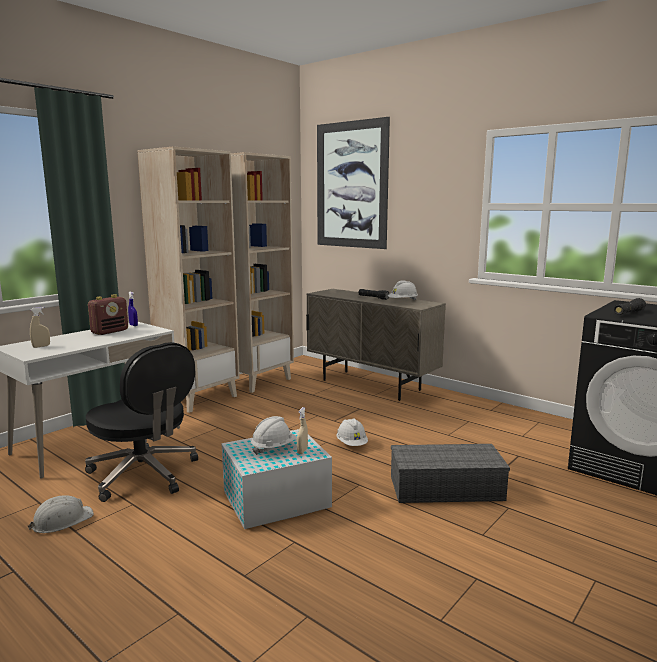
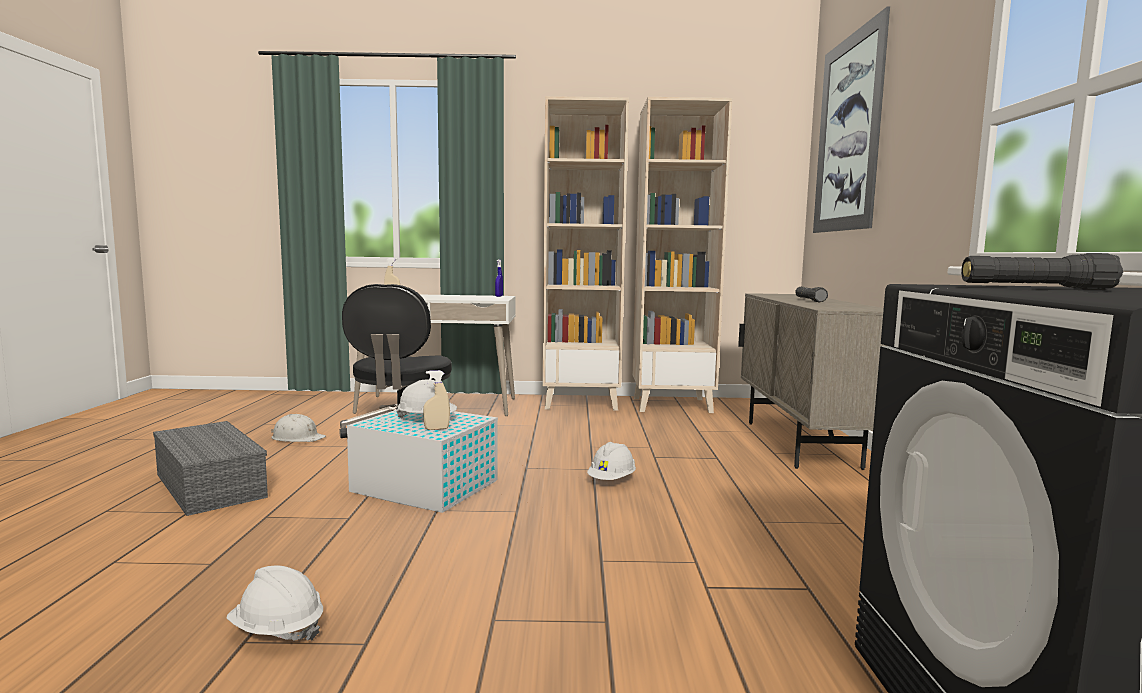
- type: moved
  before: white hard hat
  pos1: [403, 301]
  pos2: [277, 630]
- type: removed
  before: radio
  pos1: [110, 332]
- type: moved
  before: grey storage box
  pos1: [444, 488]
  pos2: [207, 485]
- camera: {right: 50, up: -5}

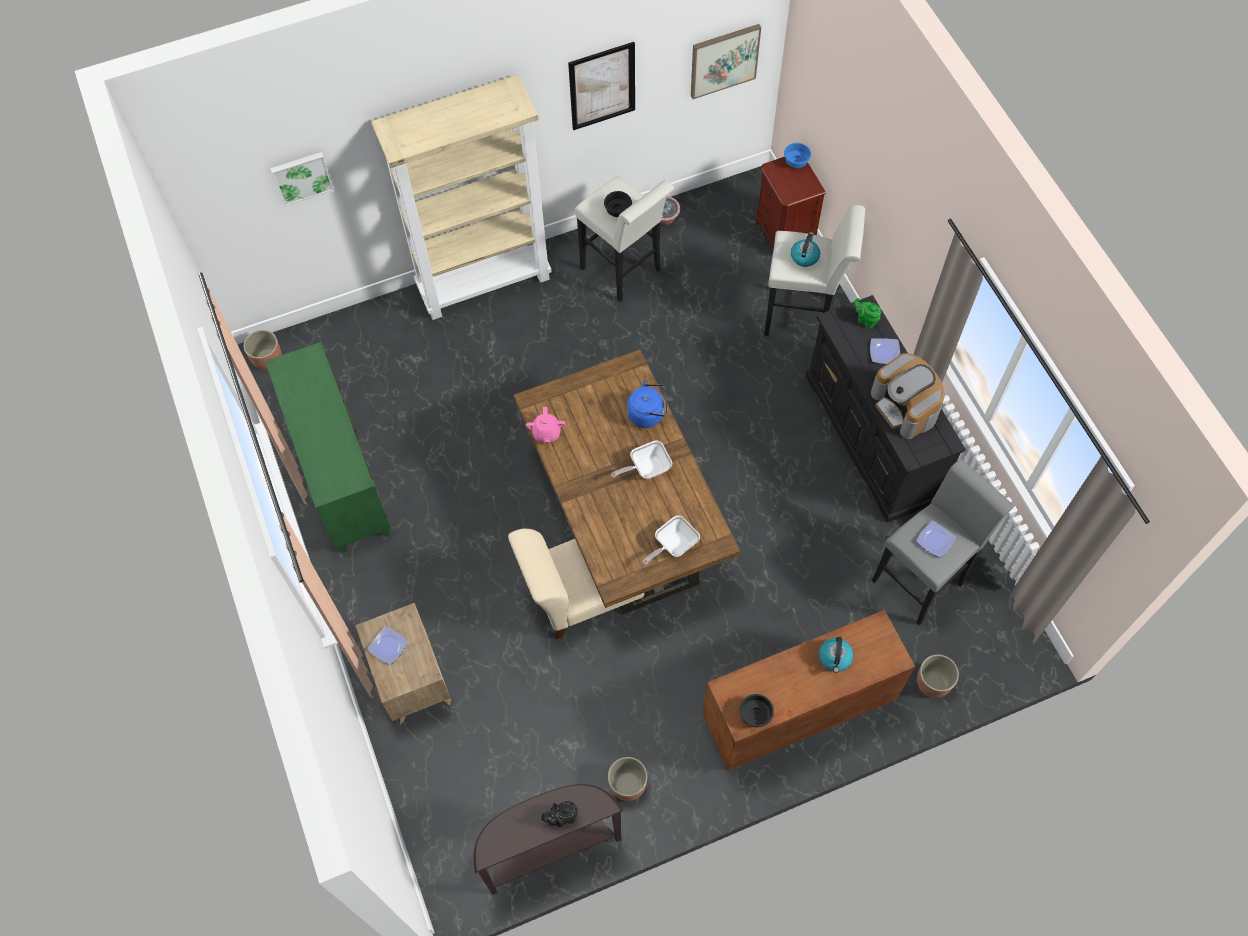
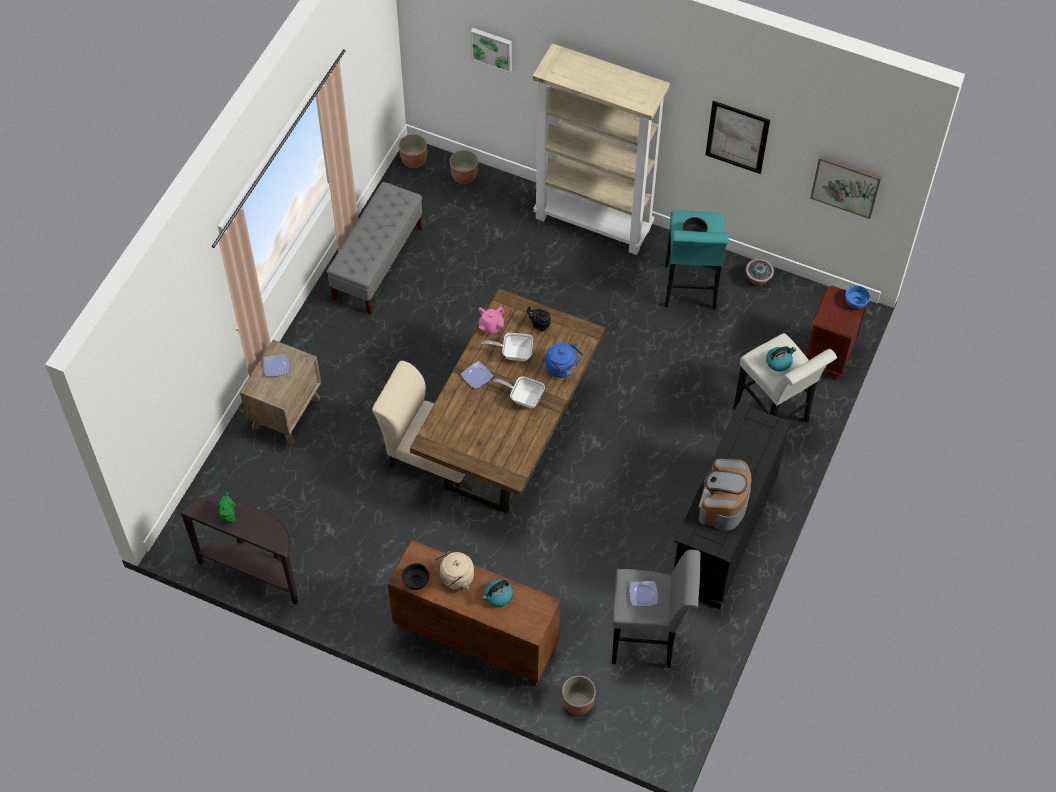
- type: recoloured
  before: white stool
  after: turquoise stool
  pos1: [624, 272]
  pos2: [690, 291]
- type: moved
  before: green teapot
  pos1: [865, 320]
  pos2: [228, 515]
- type: moved
  before: plate
  pos1: [884, 353]
  pos2: [476, 376]
- type: replaced
  before: green cabinet
  after: grey bench
  pos1: [340, 475]
  pos2: [378, 263]
- type: moved
  before: frying pan
  pos1: [673, 546]
  pos2: [513, 353]
- type: moved
  before: planter
  pos1: [627, 785]
  pos2: [464, 176]
- type: moved
  before: black teapot
  pos1: [562, 817]
  pos2: [539, 324]
- type: added
  after: beige kettle
  pos2: [455, 578]
- camera: {right: 45, up: -5}

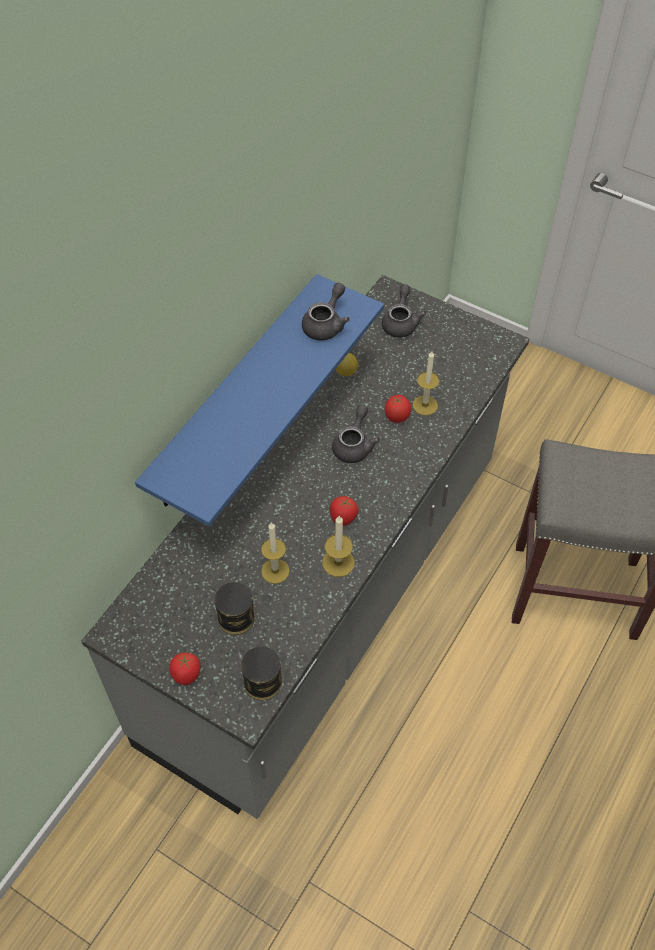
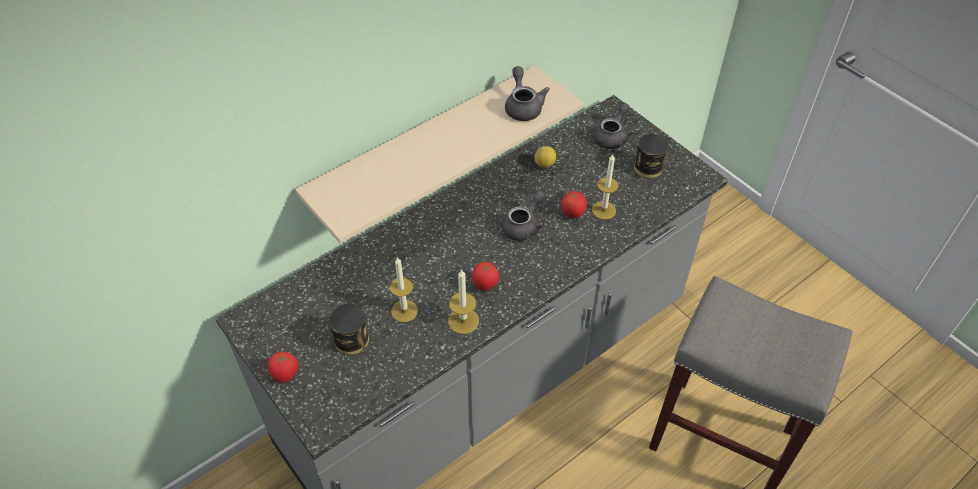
- type: recoloured
  before: blue shelf
  after: beige shelf
  pos1: [235, 394]
  pos2: [425, 148]
- type: turned
  before: grey teapot
  pos1: [326, 324]
  pos2: [523, 106]
  turn: -60
- type: moved
  before: can
  pos1: [262, 682]
  pos2: [648, 167]
- camera: {right: 20, up: -5}

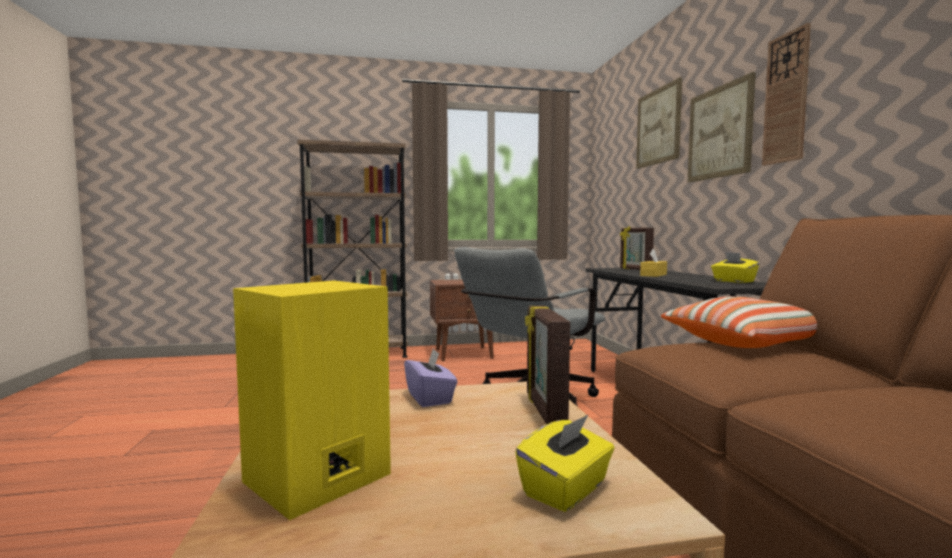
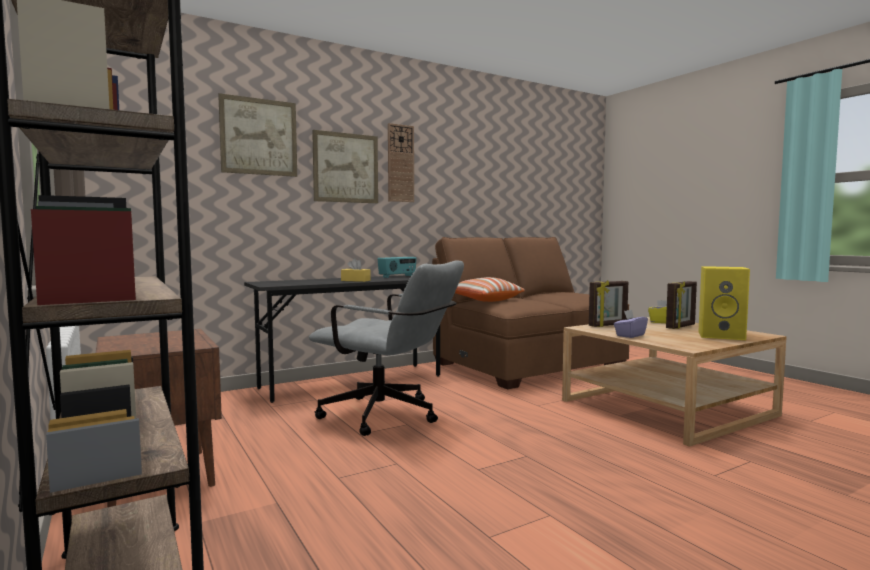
- type: moved
  before: picture frame
  pos1: [635, 269]
  pos2: [681, 326]
- type: replaced
  before: yellow tissue box
  after: radio
  pos1: [733, 281]
  pos2: [397, 276]
- camera: {right: -110, up: 0}

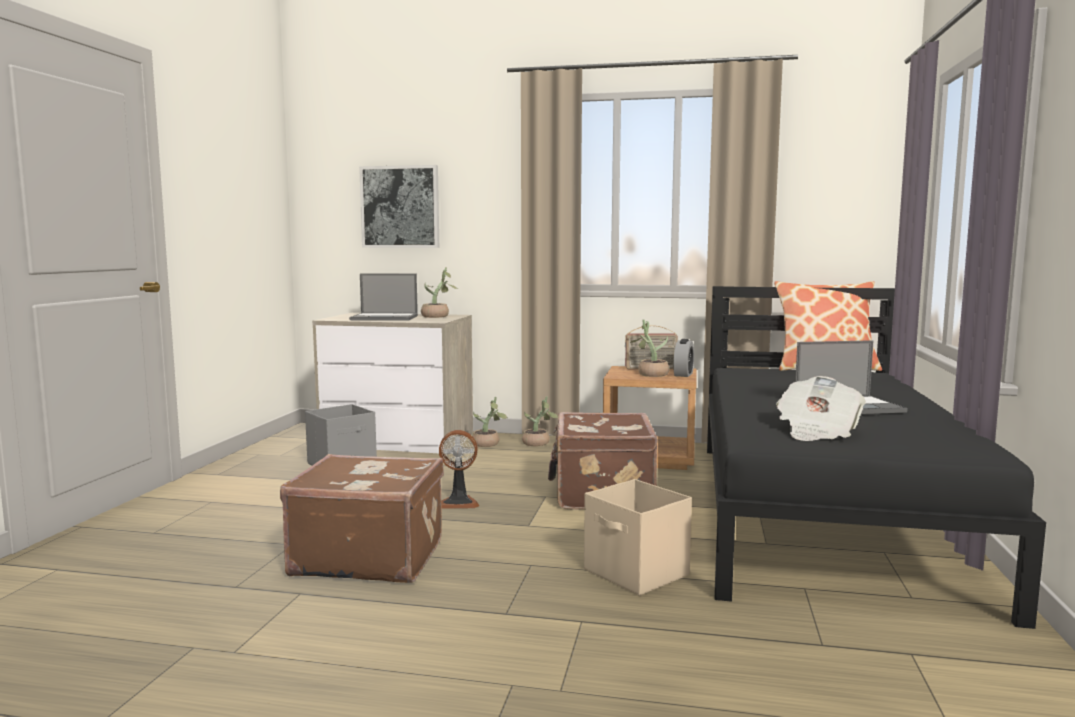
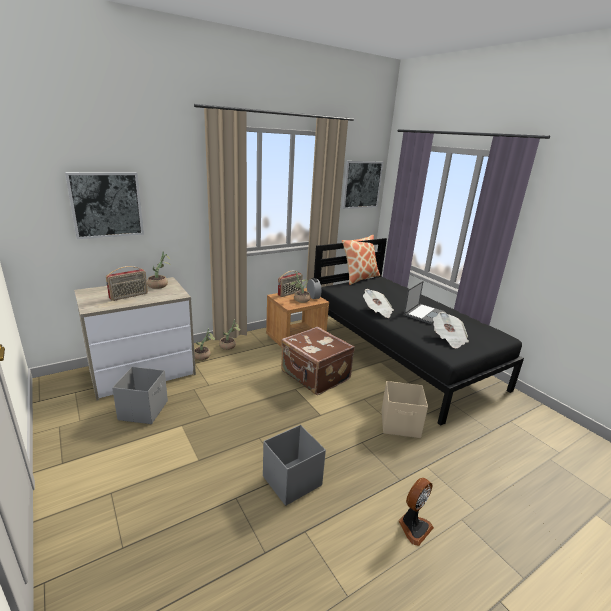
- type: replaced
  before: laptop
  after: radio
  pos1: [385, 318]
  pos2: [129, 296]
- type: moved
  before: fan
  pos1: [459, 502]
  pos2: [413, 527]
- type: replaced
  before: brown suitcase
  after: grey storage box
  pos1: [369, 557]
  pos2: [291, 481]
- type: added
  after: picture
  pos2: [361, 184]
- type: added
  after: newspaper
  pos2: [377, 311]
- camera: {right: -45, up: 15}

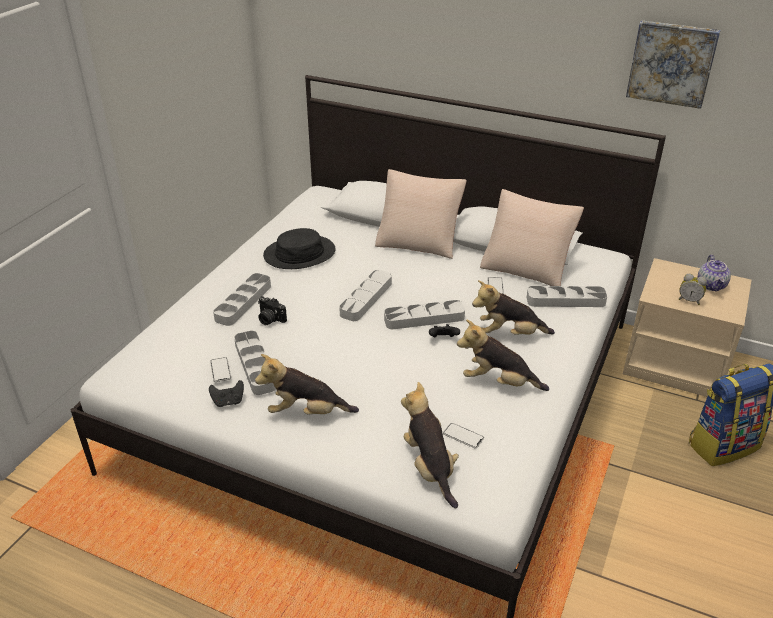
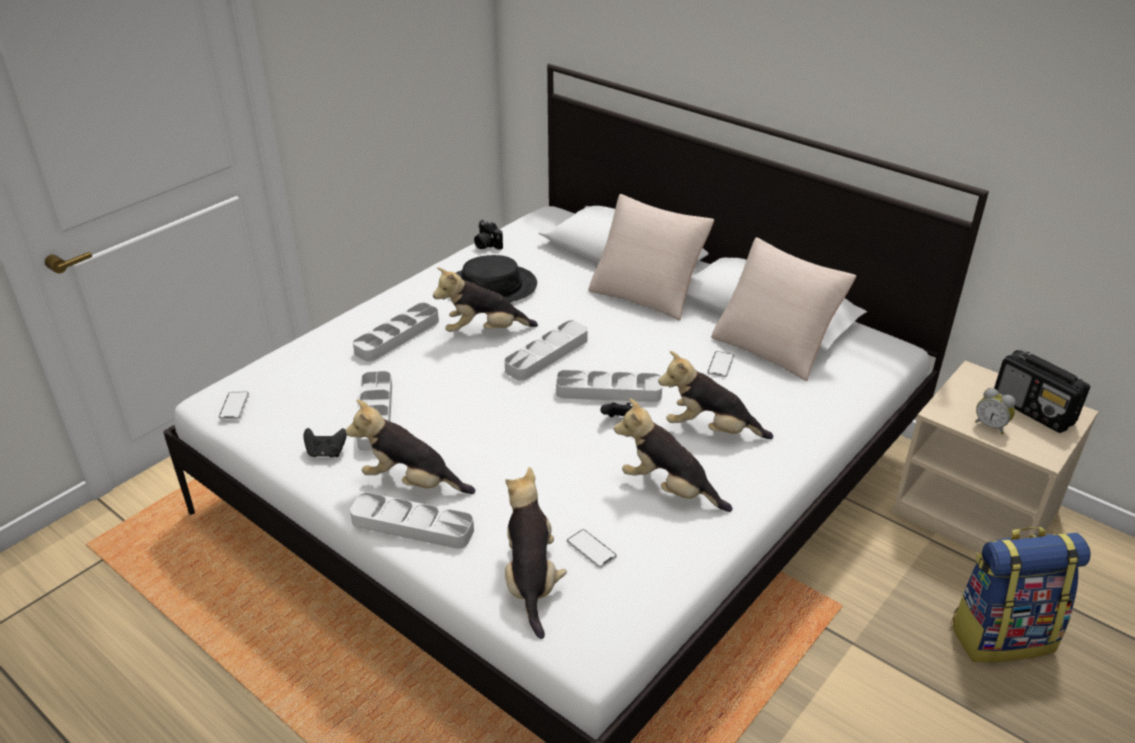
- type: removed
  before: picture
  pos1: [672, 63]
- type: replaced
  before: teapot
  after: radio
  pos1: [711, 285]
  pos2: [1033, 410]
- type: moved
  before: grey tray
  pos1: [565, 300]
  pos2: [412, 526]
- type: moved
  before: photo camera
  pos1: [270, 319]
  pos2: [486, 245]
- type: moved
  before: phone
  pos1: [220, 370]
  pos2: [234, 406]
- type: added
  after: plush toy
  pos2: [484, 331]
- camera: {right: 15, up: 0}

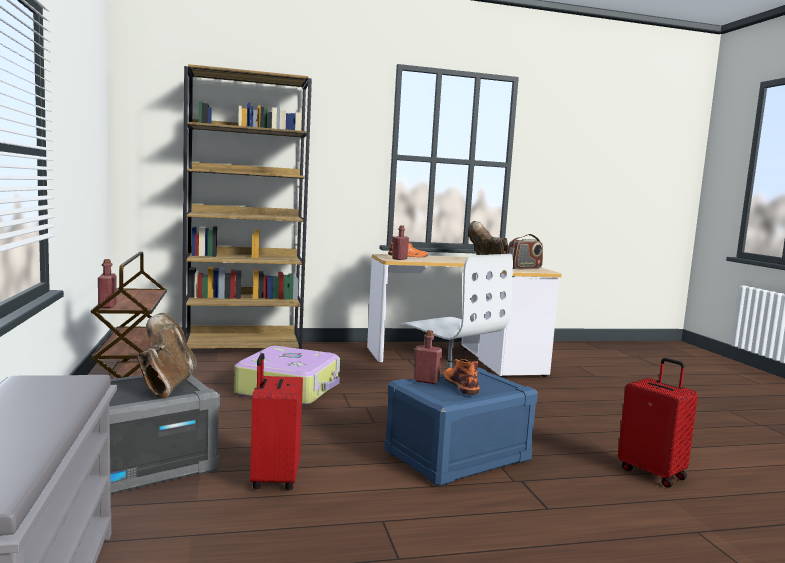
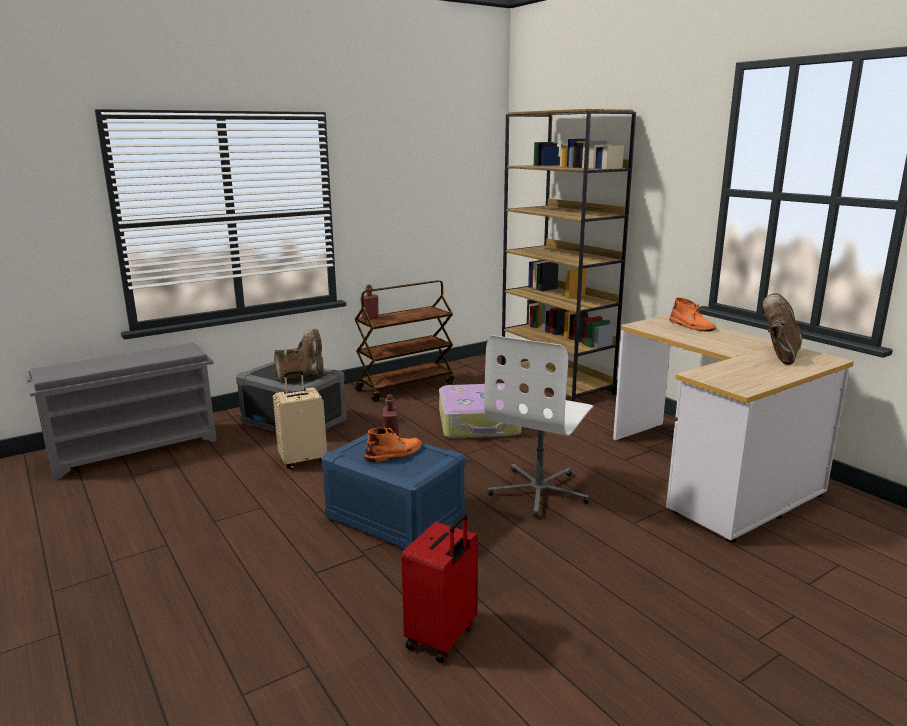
- type: removed
  before: red bottle
  pos1: [399, 259]
- type: removed
  before: radio
  pos1: [524, 268]
- type: recoloured
  before: red suitcase
  after: beige suitcase
  pos1: [273, 479]
  pos2: [303, 460]
- camera: {right: 70, up: 10}

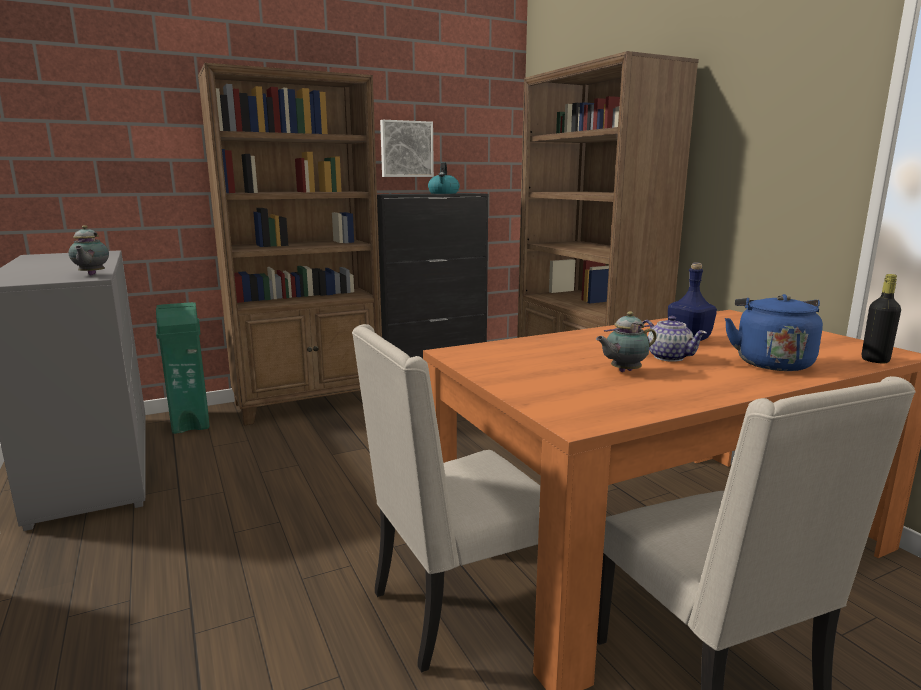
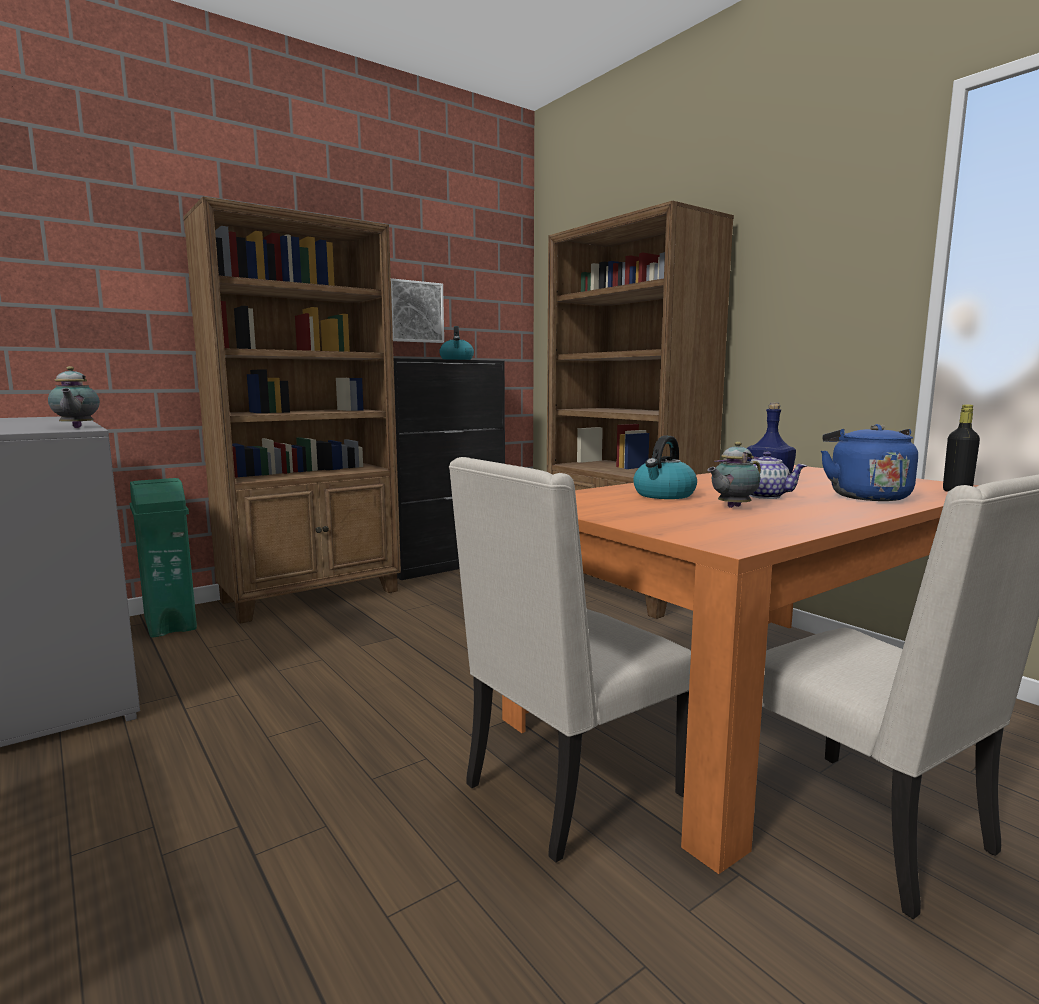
- type: added
  after: kettle
  pos2: [664, 495]
- camera: {right: -10, up: -5}

